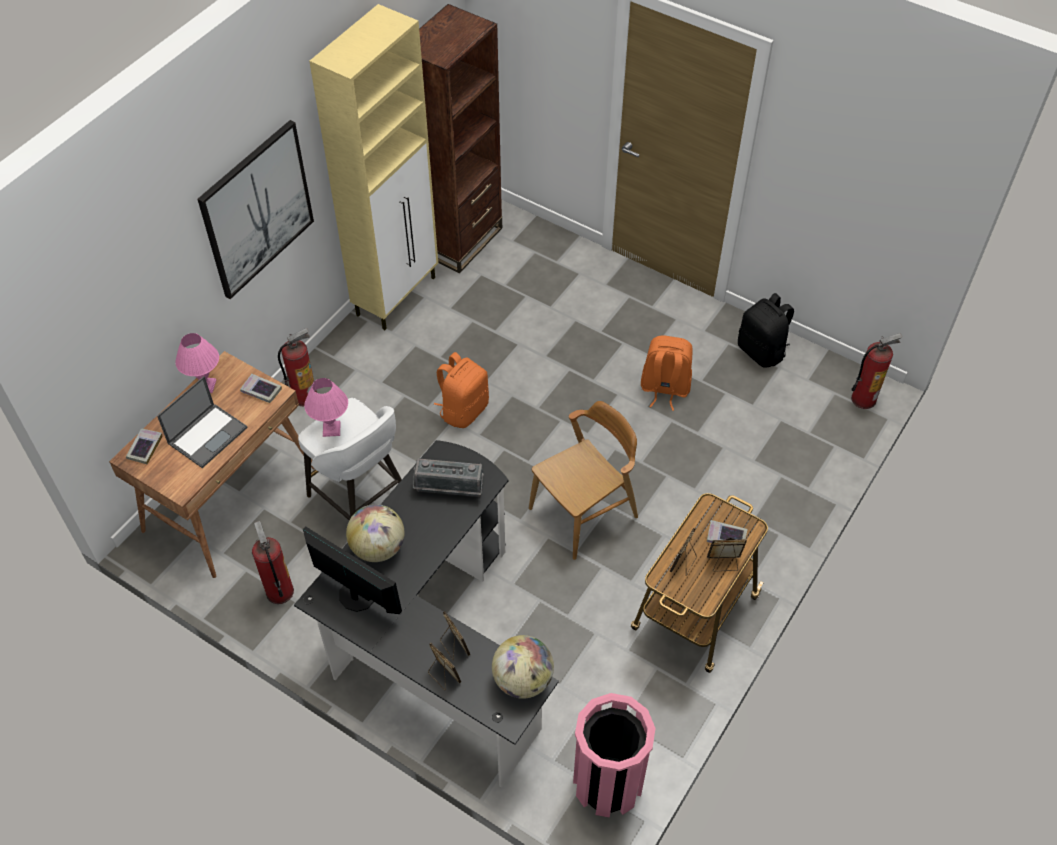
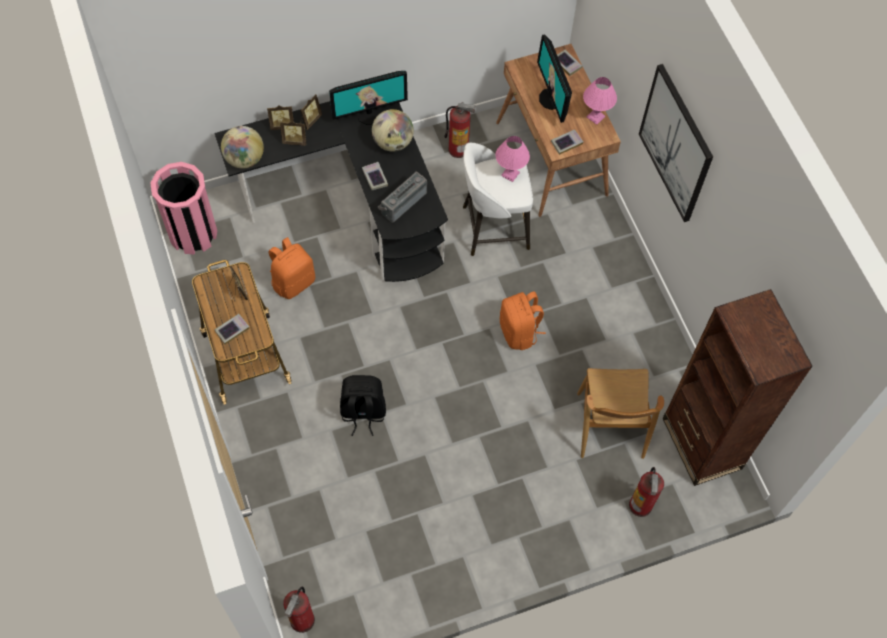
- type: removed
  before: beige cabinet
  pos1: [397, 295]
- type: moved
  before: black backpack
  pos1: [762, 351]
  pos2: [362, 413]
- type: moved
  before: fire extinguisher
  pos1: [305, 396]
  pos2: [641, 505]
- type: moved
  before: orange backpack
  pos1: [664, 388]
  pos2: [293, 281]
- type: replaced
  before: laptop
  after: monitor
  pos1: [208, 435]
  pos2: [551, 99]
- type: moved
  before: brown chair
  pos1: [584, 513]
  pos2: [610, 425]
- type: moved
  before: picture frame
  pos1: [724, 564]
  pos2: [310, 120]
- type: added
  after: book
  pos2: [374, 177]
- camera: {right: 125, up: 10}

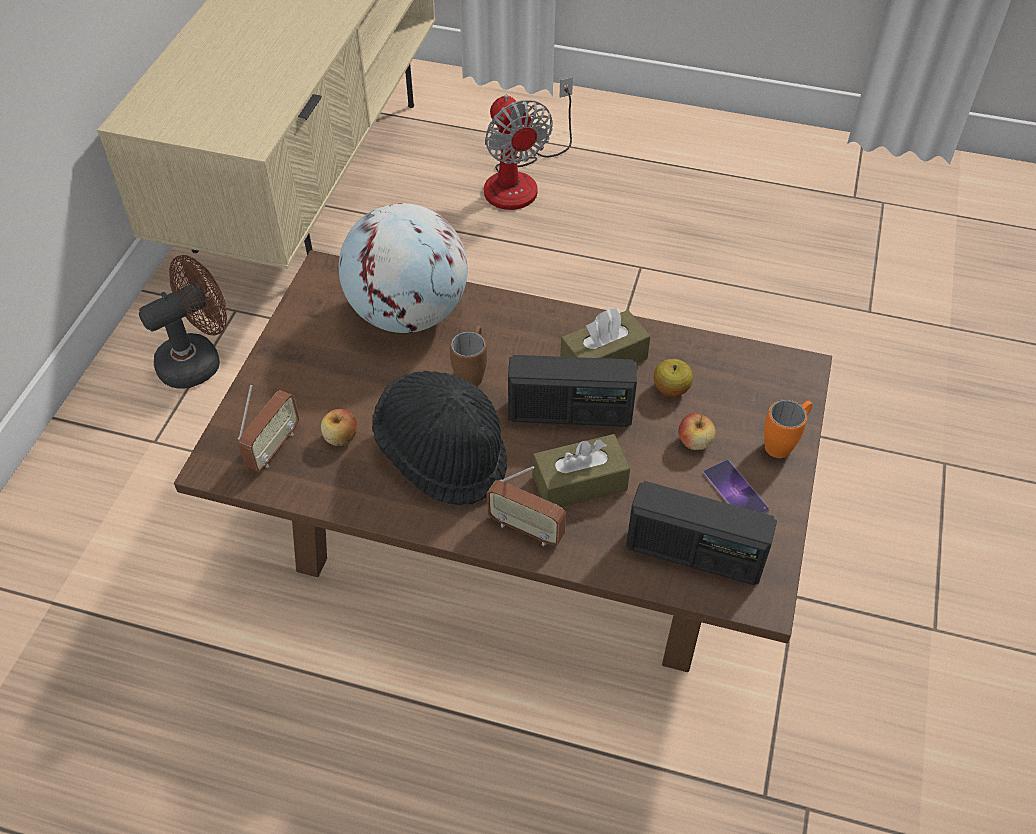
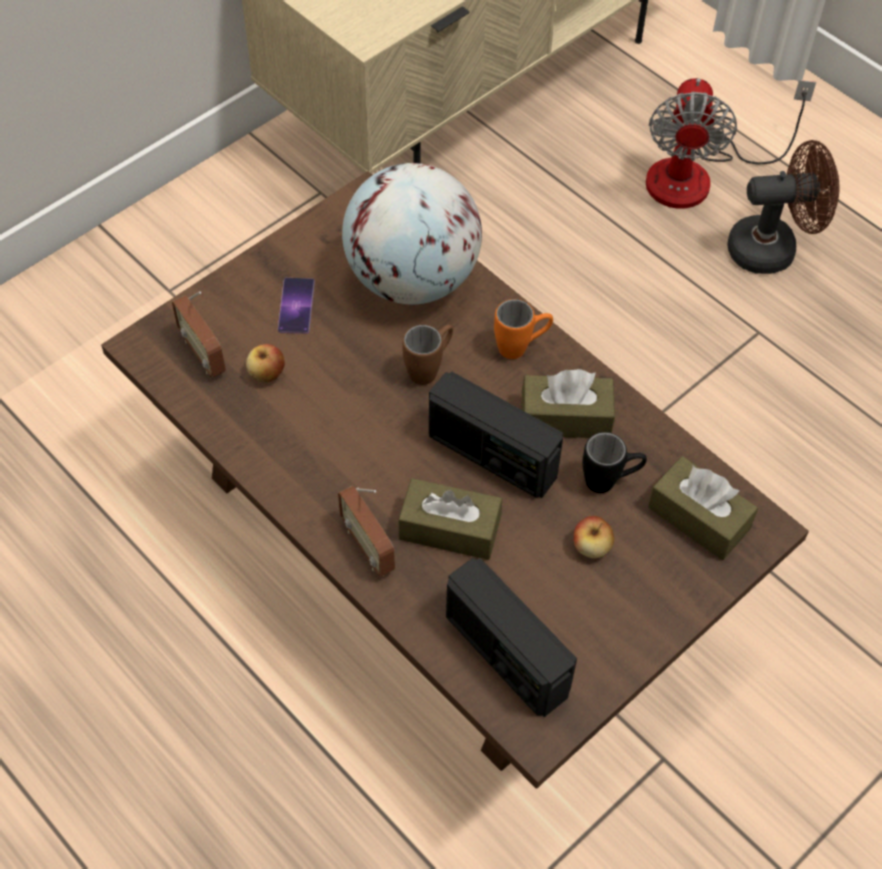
- type: moved
  before: brown fan
  pos1: [198, 360]
  pos2: [772, 248]
- type: replaced
  before: apple
  after: black mug
  pos1: [671, 389]
  pos2: [610, 481]
- type: removed
  before: black hat
  pos1: [443, 454]
- type: turned
  before: radio
  pos1: [273, 448]
  pos2: [203, 354]
  turn: 90
- type: moved
  before: orange mug
  pos1: [784, 443]
  pos2: [521, 347]
- type: moved
  before: phone
  pos1: [735, 491]
  pos2: [296, 306]
- type: added
  after: brown tissue box
  pos2: [698, 518]
- camera: {right: 30, up: 5}

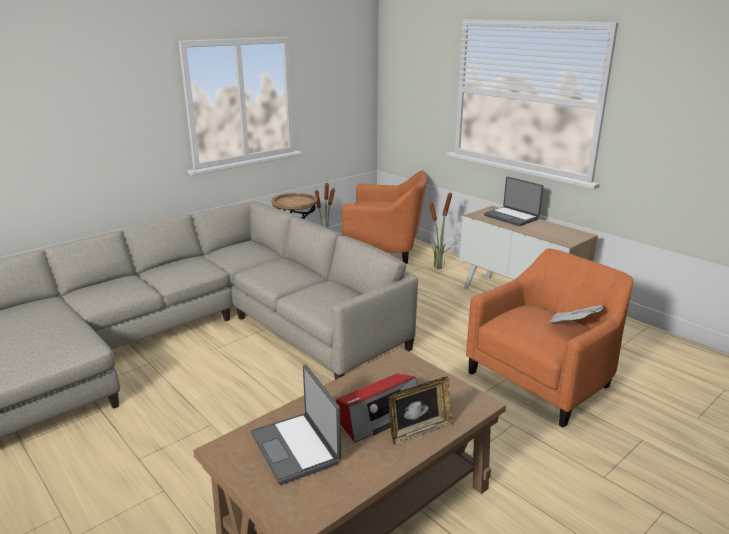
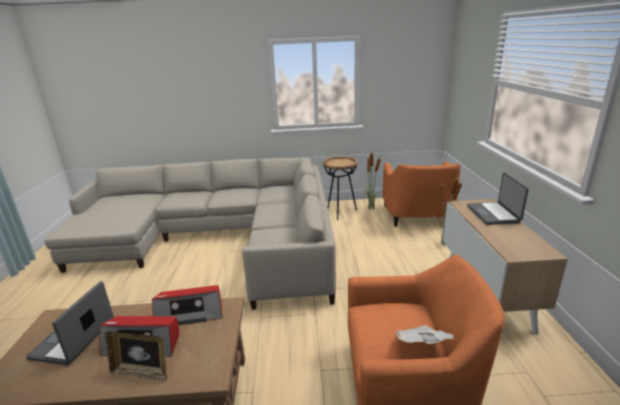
- type: turned
  before: orange armchair
  pos1: [384, 249]
  pos2: [418, 216]
  turn: 45
- type: added
  after: radio
  pos2: [190, 313]
- camera: {right: 40, up: 0}

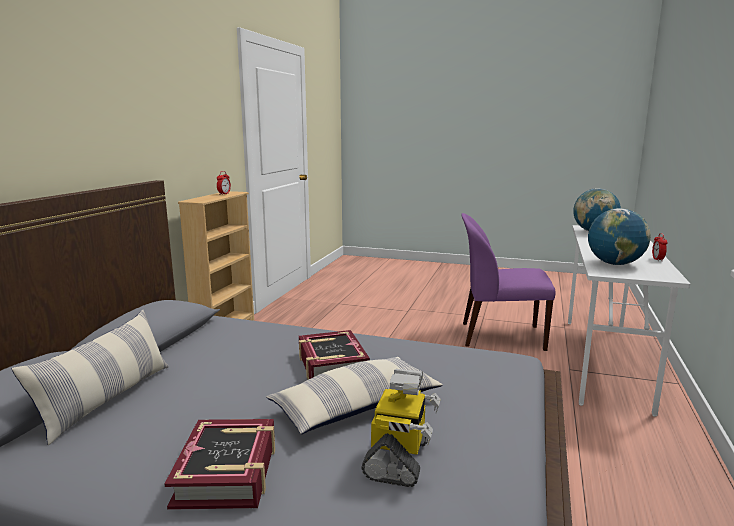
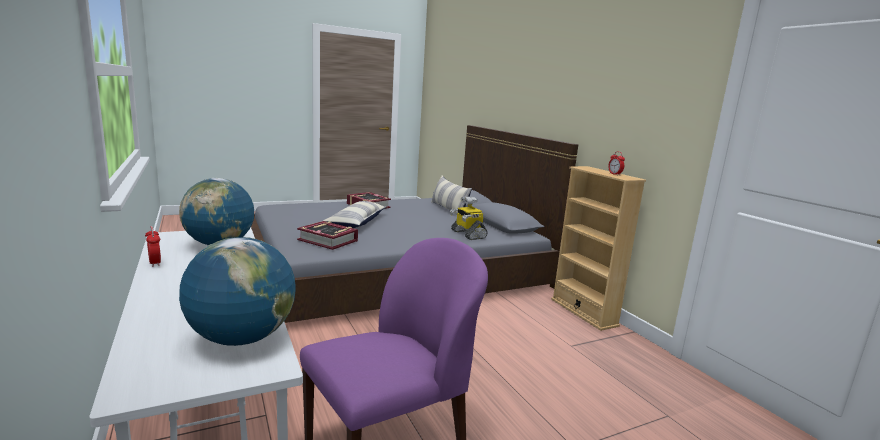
- type: moved
  before: book
  pos1: [331, 364]
  pos2: [328, 240]
- type: moved
  before: toy robot
  pos1: [399, 458]
  pos2: [467, 234]
- camera: {right: 135, up: 0}

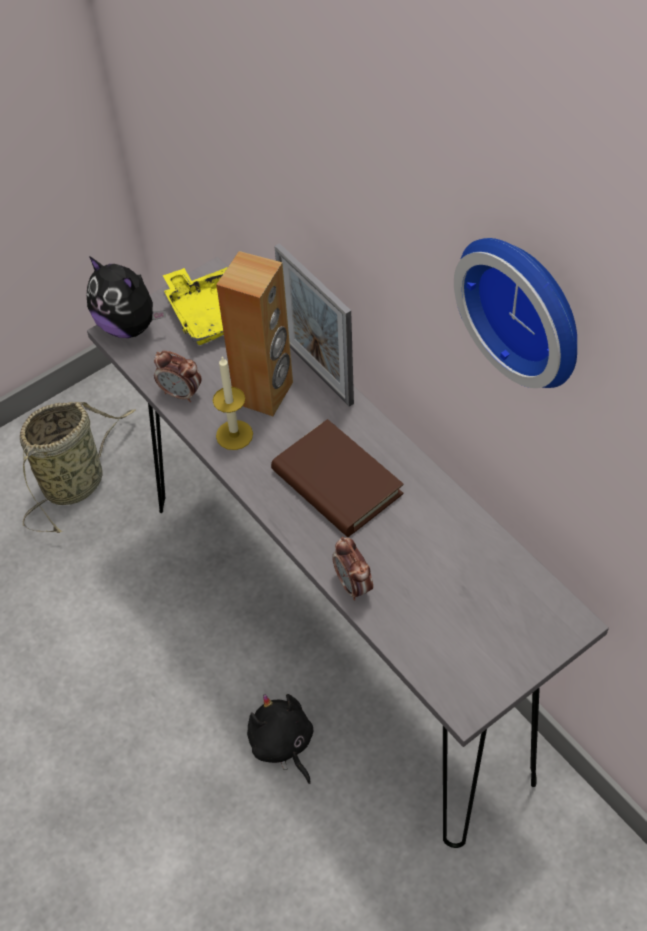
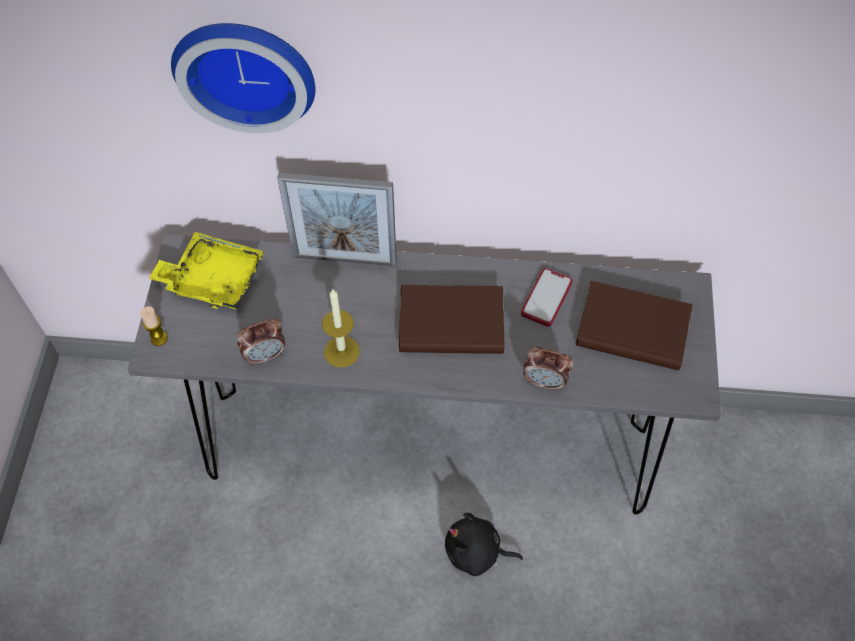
- type: moved
  before: wall clock
  pos1: [527, 306]
  pos2: [246, 69]
- type: removed
  before: brown speaker
  pos1: [264, 393]
- type: replaced
  before: plush toy
  after: candle
  pos1: [129, 325]
  pos2: [159, 338]
- type: removed
  before: basket
  pos1: [77, 481]
- type: added
  after: phone
  pos2: [546, 298]
- type: added
  after: brown book
  pos2: [632, 330]
- camera: {right: -50, up: 5}

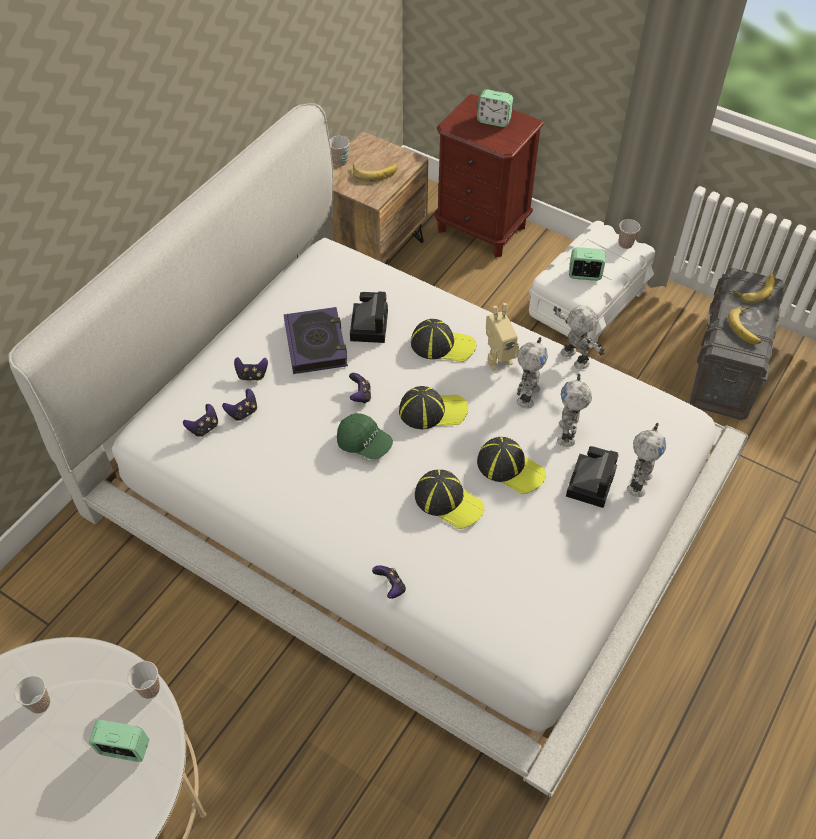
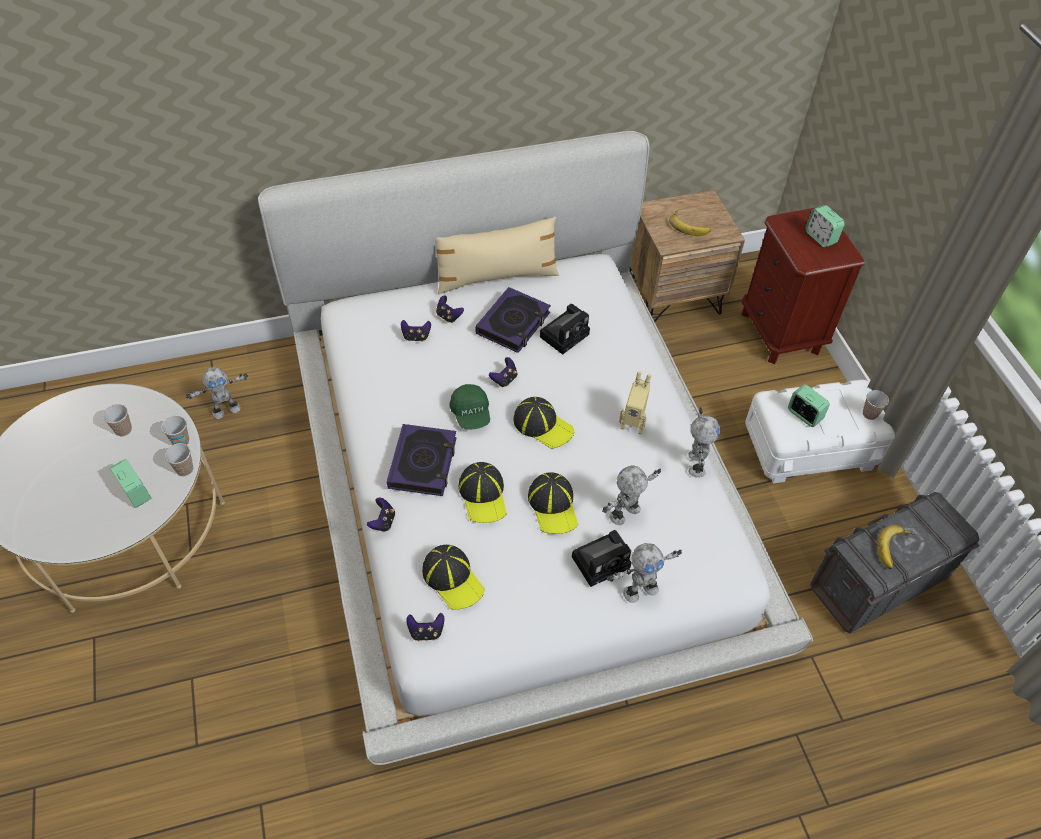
- type: moved
  before: cup
  pos1: [340, 162]
  pos2: [181, 441]
- type: removed
  before: banana
  pos1: [754, 289]
- type: moved
  before: cap
  pos1: [442, 345]
  pos2: [453, 579]
- type: moved
  before: toy robot
  pos1: [526, 395]
  pos2: [226, 410]
- type: moved
  before: game controller
  pos1: [204, 428]
  pos2: [426, 632]
- type: added
  after: beige pillow
  pos2: [496, 277]
- type: added
  after: book
  pos2: [423, 463]
- camera: {right: 40, up: 0}

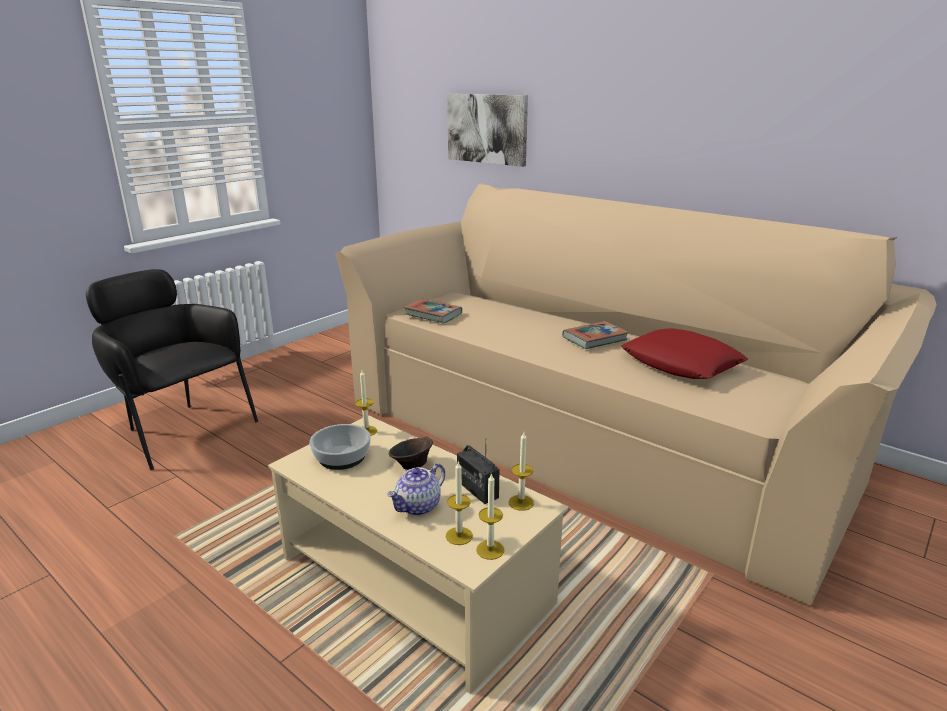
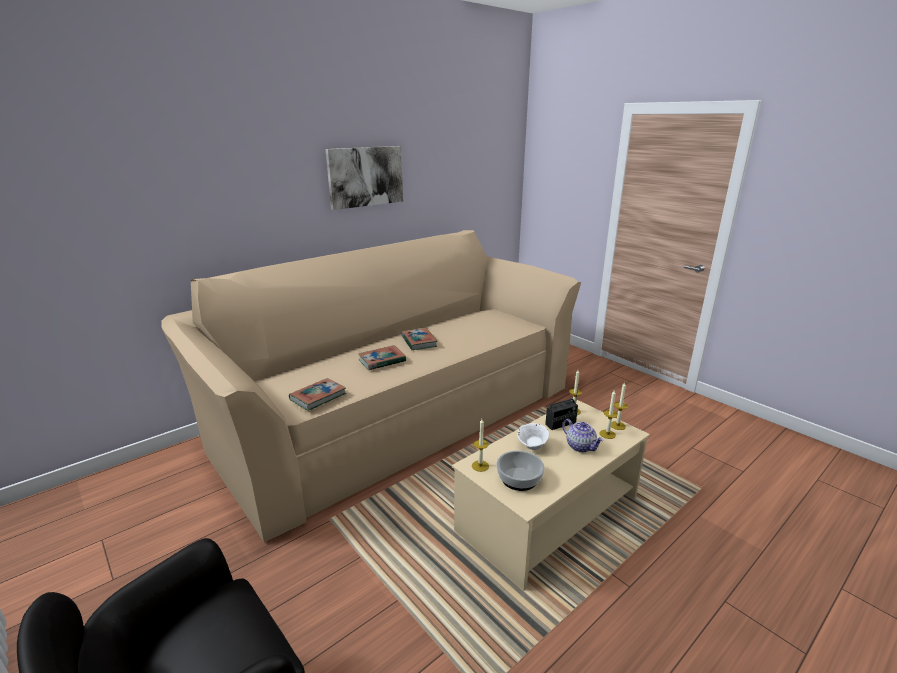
- type: moved
  before: picture
  pos1: [487, 128]
  pos2: [365, 176]
- type: removed
  before: red pillow
  pos1: [681, 363]
- type: recoloured
  before: brown bowl
  after: white bowl
  pos1: [411, 465]
  pos2: [532, 446]
- type: added
  after: book
  pos2: [382, 360]
- camera: {right: -80, up: 0}

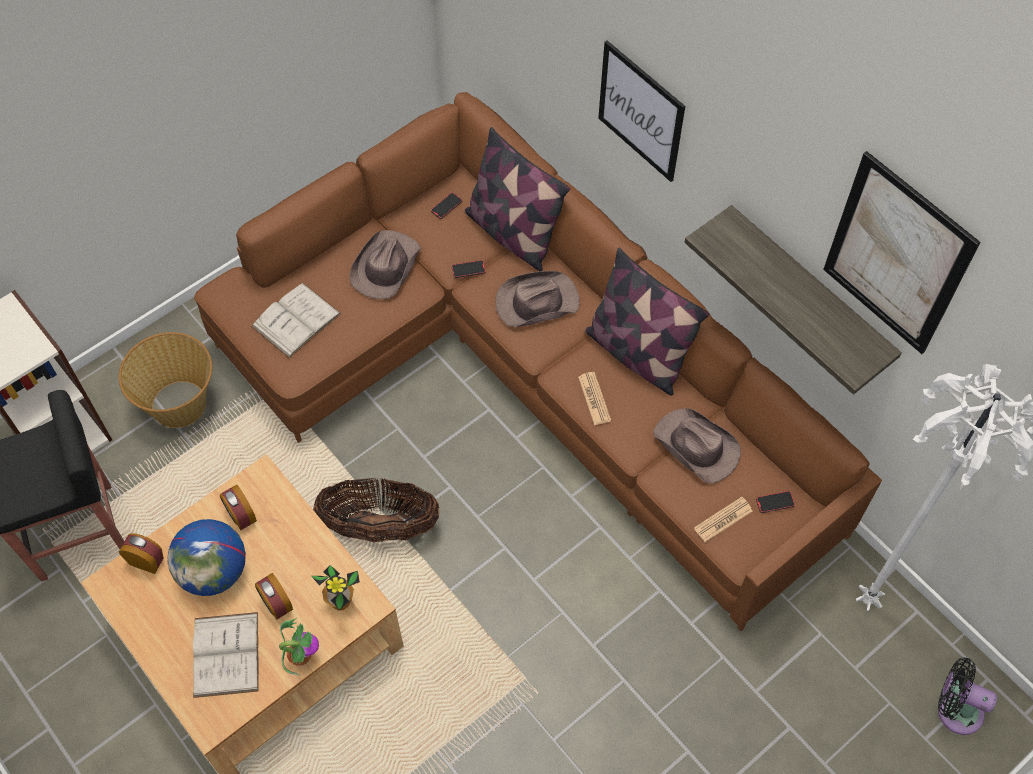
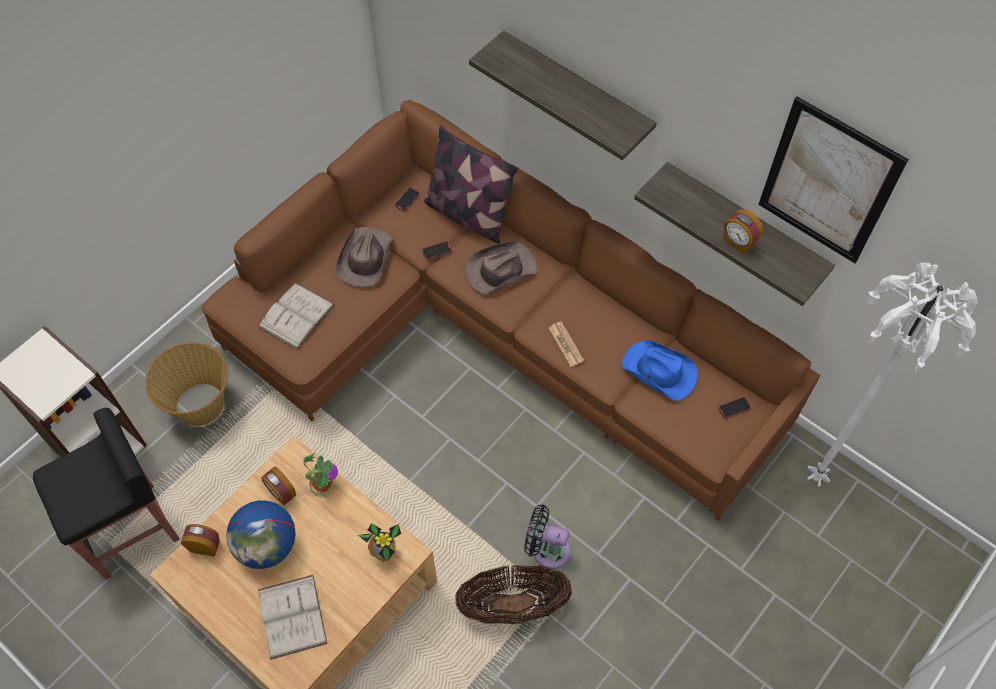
- type: replaced
  before: picture
  after: shelf
  pos1: [640, 111]
  pos2: [576, 93]
- type: removed
  before: pillow
  pos1: [637, 353]
- type: recoloured
  before: brown hat
  after: blue hat
  pos1: [696, 447]
  pos2: [659, 372]
- type: moved
  before: basket
  pos1: [380, 526]
  pos2: [513, 605]
- type: removed
  before: newspaper
  pos1: [723, 519]
- type: moved
  before: alarm clock
  pos1: [276, 604]
  pos2: [738, 242]
- type: moved
  before: potted plant
  pos1: [300, 656]
  pos2: [323, 484]
- type: moved
  before: black fan
  pos1: [955, 709]
  pos2: [546, 549]
- camera: {right: -10, up: 0}

